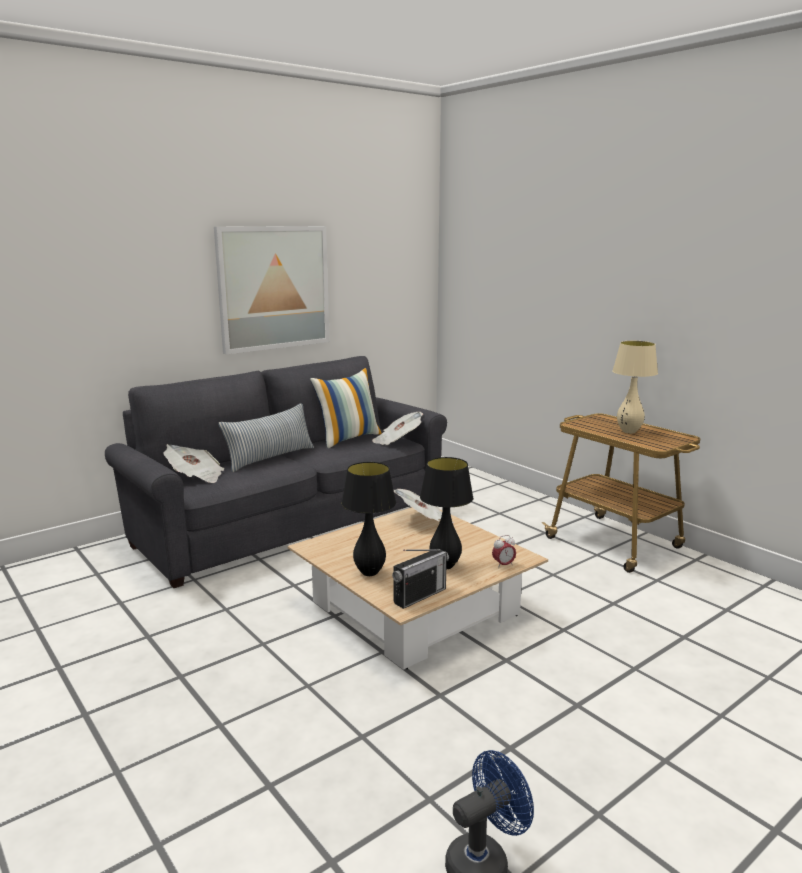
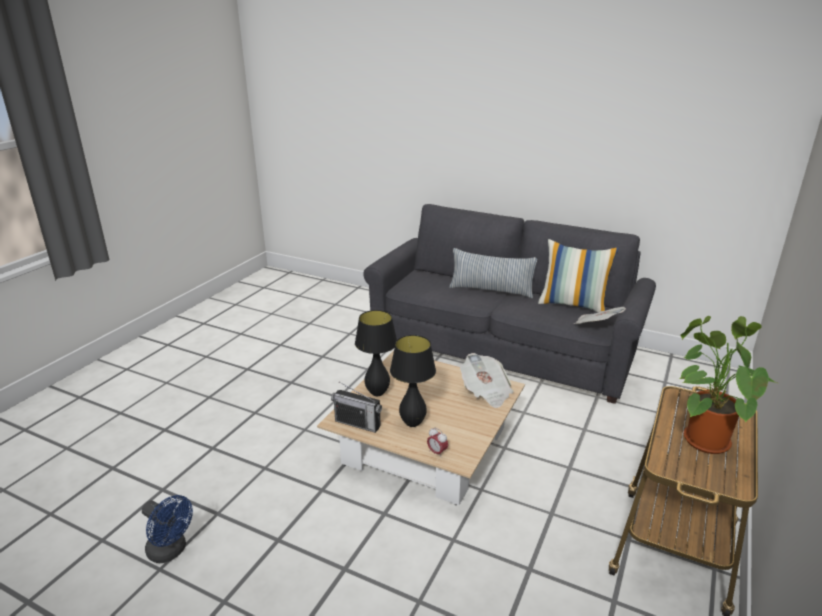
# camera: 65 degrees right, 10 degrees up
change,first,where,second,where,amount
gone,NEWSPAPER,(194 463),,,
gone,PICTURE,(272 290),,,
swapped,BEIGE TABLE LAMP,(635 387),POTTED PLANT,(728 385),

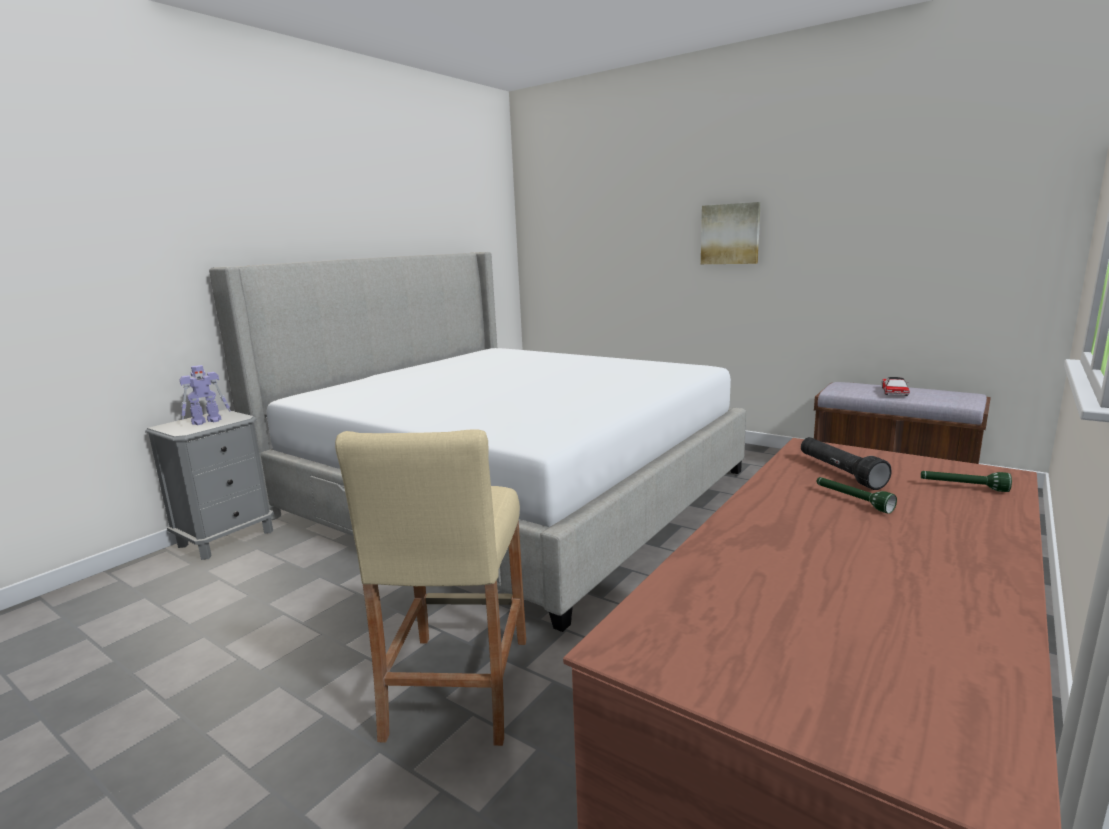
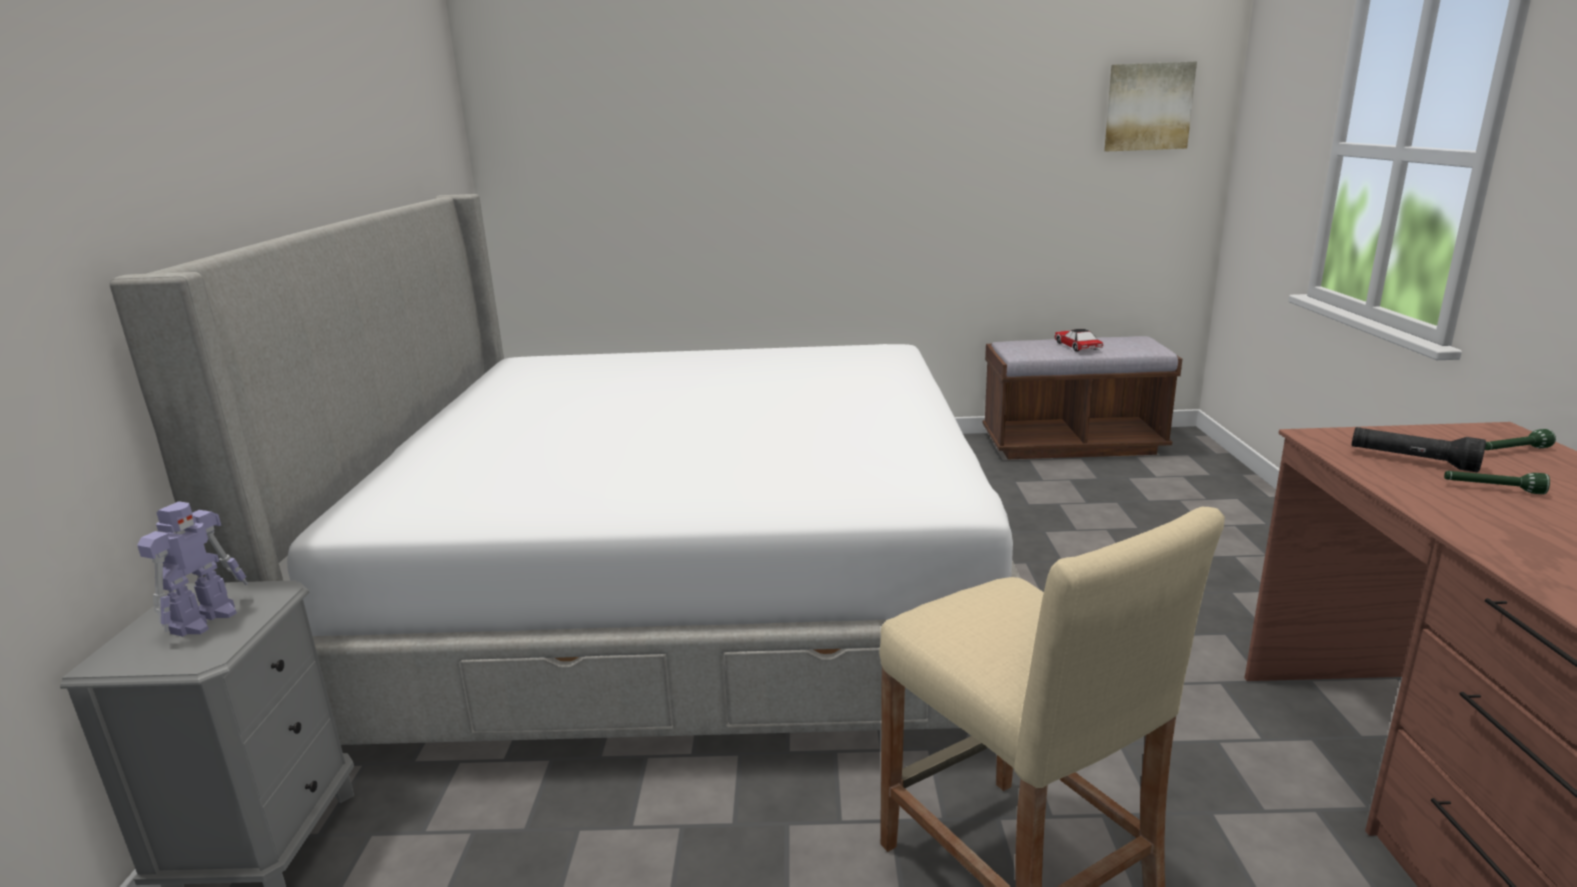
# camera: 35 degrees left, 5 degrees up
change,first,where,second,where,amount
shifted,PICTURE,(731 233),,(1150 106),

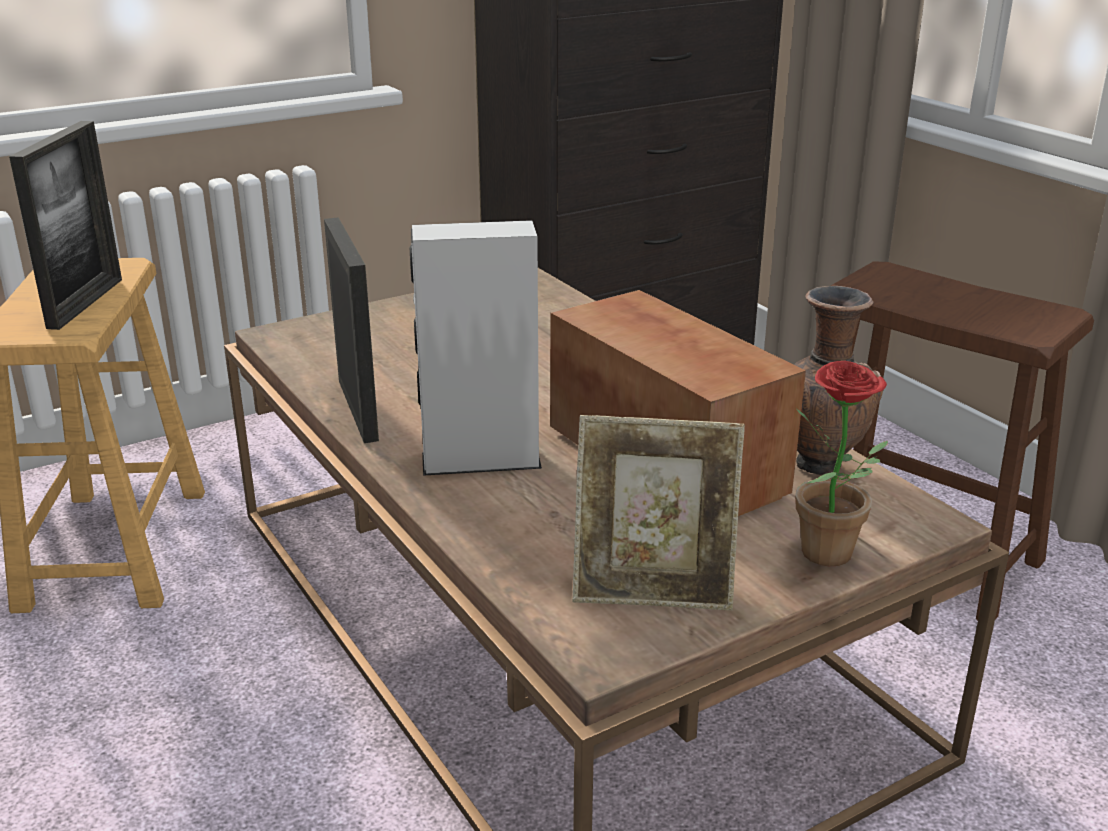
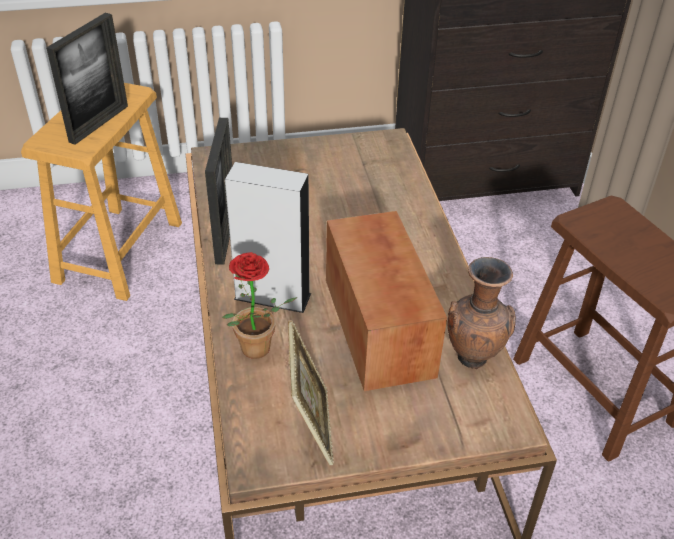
# camera: 20 degrees right, 15 degrees up
change,first,where,second,where,amount
rotated,PICTURE FRAME,(658 512),,(311 393),120 degrees counterclockwise
shifted,POTTED PLANT,(841 463),,(260 305),

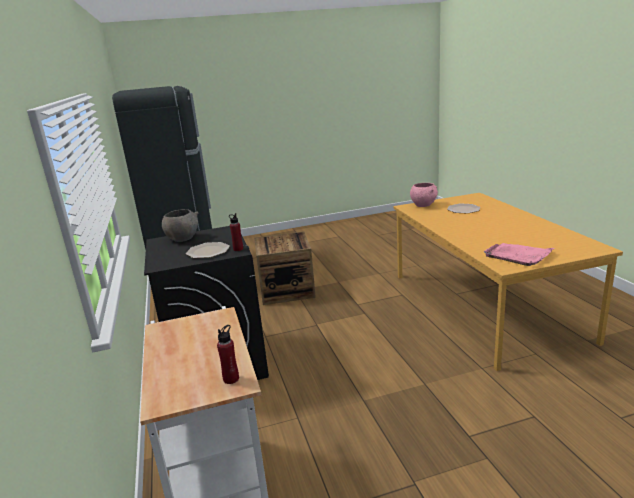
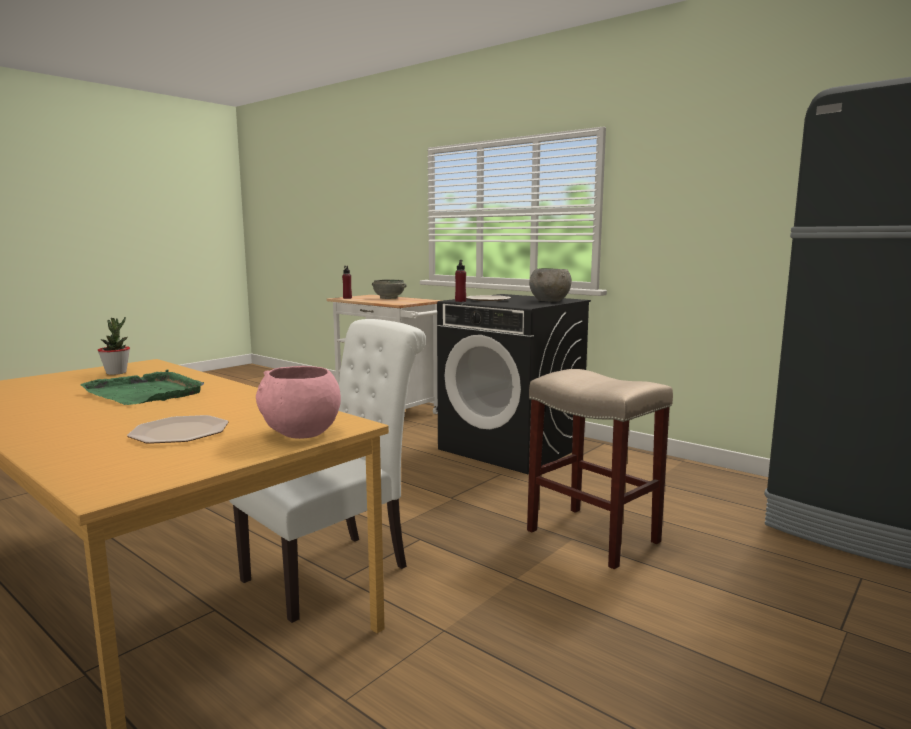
# camera: 145 degrees right, 10 degrees down
change,first,where,second,where,amount
swapped,CRATE,(285 268),BEIGE STOOL,(600 469),
swapped,PINK TRAY,(519 254),POTTED PLANT,(114 346),
new,,,GREEN TRAY,(142 387),
new,,,WHITE CHAIR,(327 471),
new,,,GREY BOWL,(389 289),

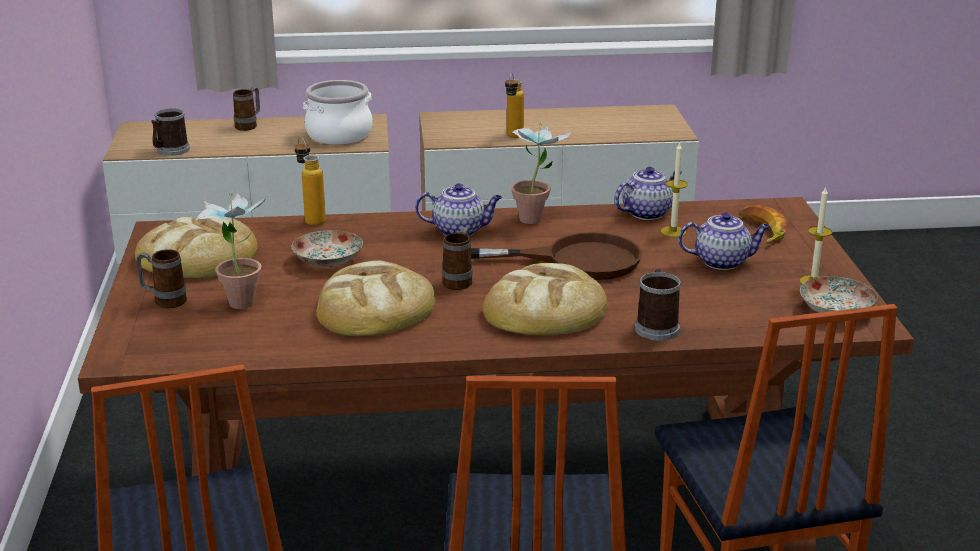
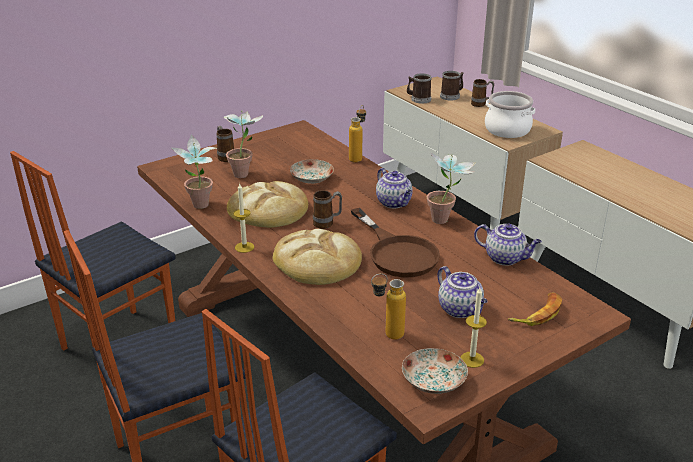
# camera: 60 degrees right, 5 degrees up
change,first,where,second,where,amount
gone,BREAD,(196 248),,,
shifted,BOTTLE,(514 106),,(388 306),
shifted,MUG,(658 305),,(451 85),
shifted,CANDLE,(674 189),,(243 218),
new,,,POTTED PLANT,(195 172),

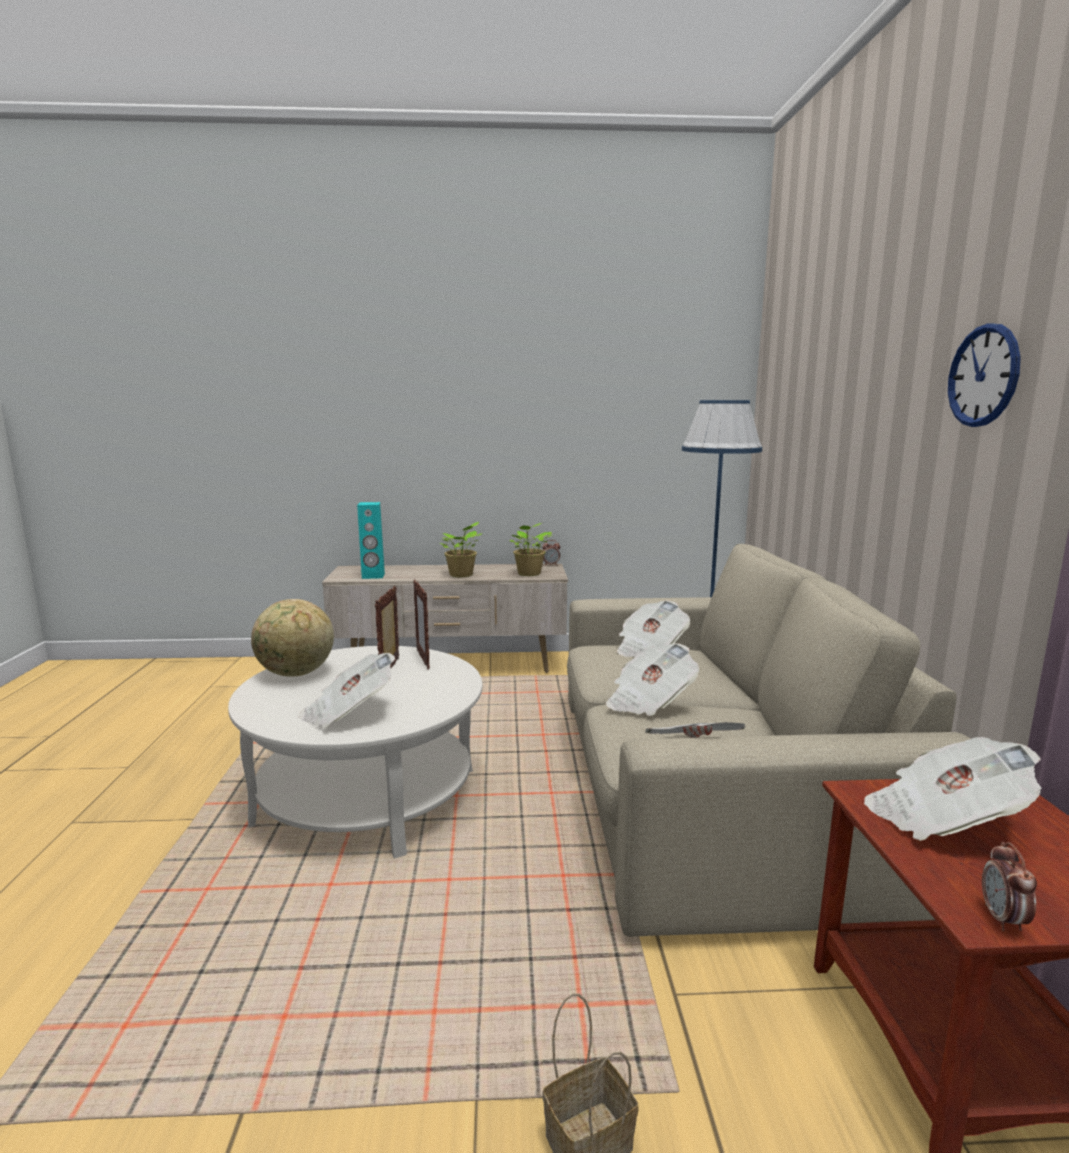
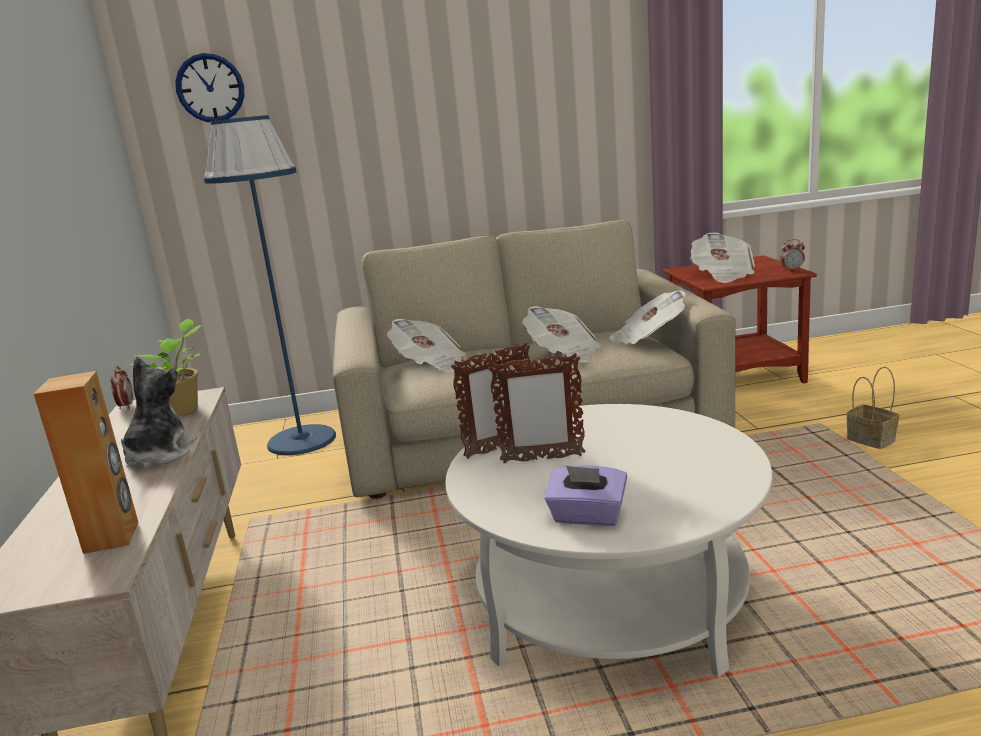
# camera: 95 degrees left, 5 degrees up
change,first,where,second,where,amount
swapped,GLOBE,(292 638),PURPLE TISSUE BOX,(586 495),
gone,NEWSPAPER,(346 690),,,
repainted,TURQUOISE SPEAKER,(371 540),BROWN SPEAKER,(86 462),
swapped,POTTED PLANT,(461 549),PLUSH TOY,(159 411),
shifted,WALL CLOCK,(984 375),,(209 87),

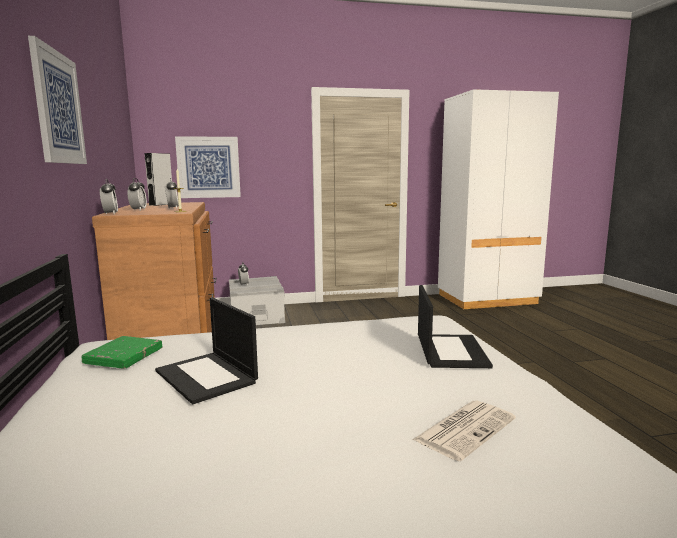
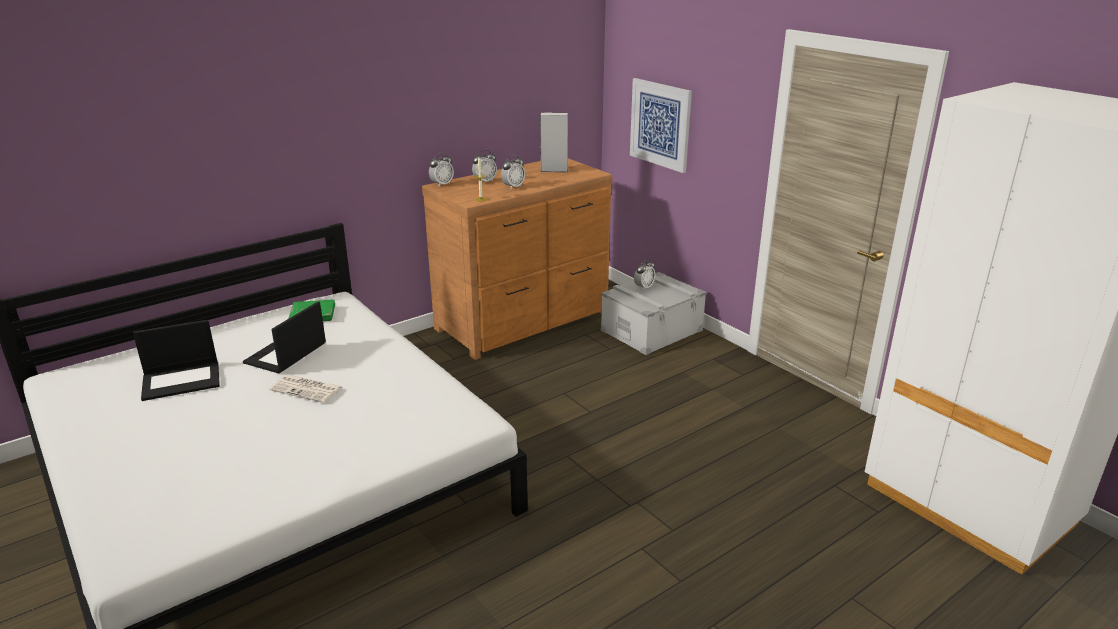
# camera: 65 degrees right, 15 degrees up
change,first,where,second,where,amount
gone,PICTURE,(57 100),,,
shifted,NEWSPAPER,(464 430),,(306 389),
shifted,LAPTOP,(455 326),,(176 360),

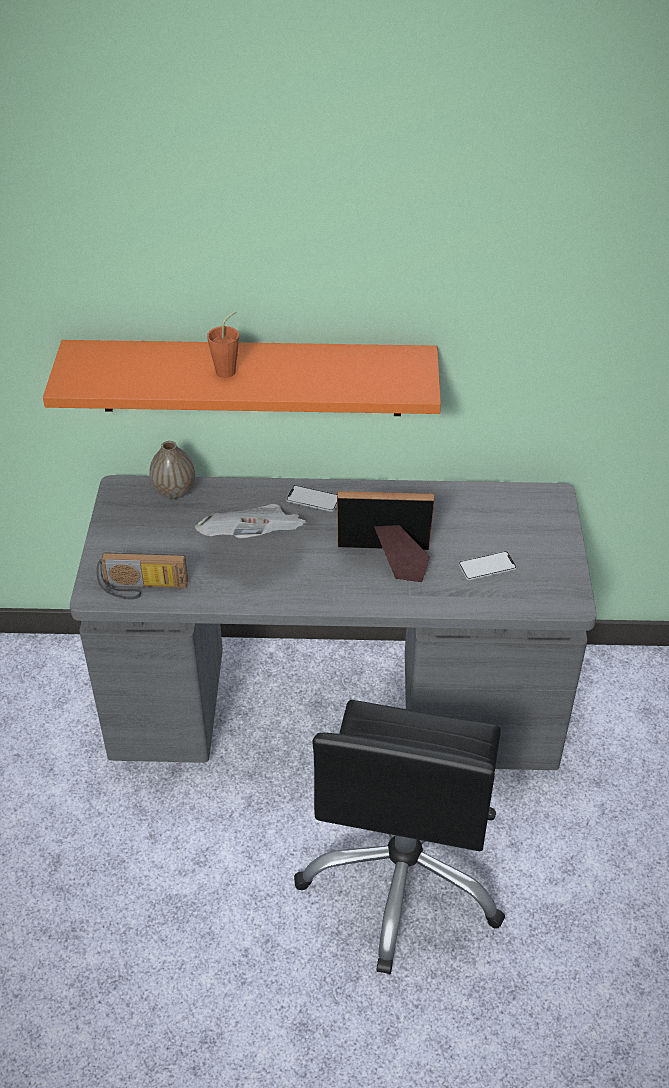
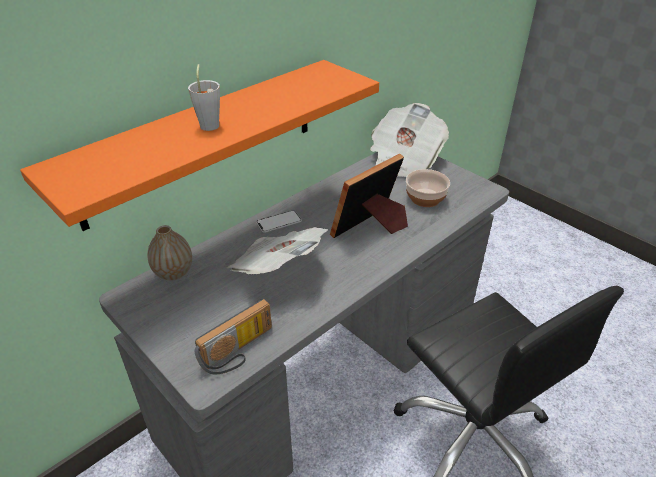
# camera: 45 degrees left, 5 degrees down
change,first,where,second,where,amount
repainted,ORANGE CUP,(223 344),GREY CUP,(204 97),
swapped,PHONE,(487 565),BOWL,(428 188),
new,,,NEWSPAPER,(409 140),

